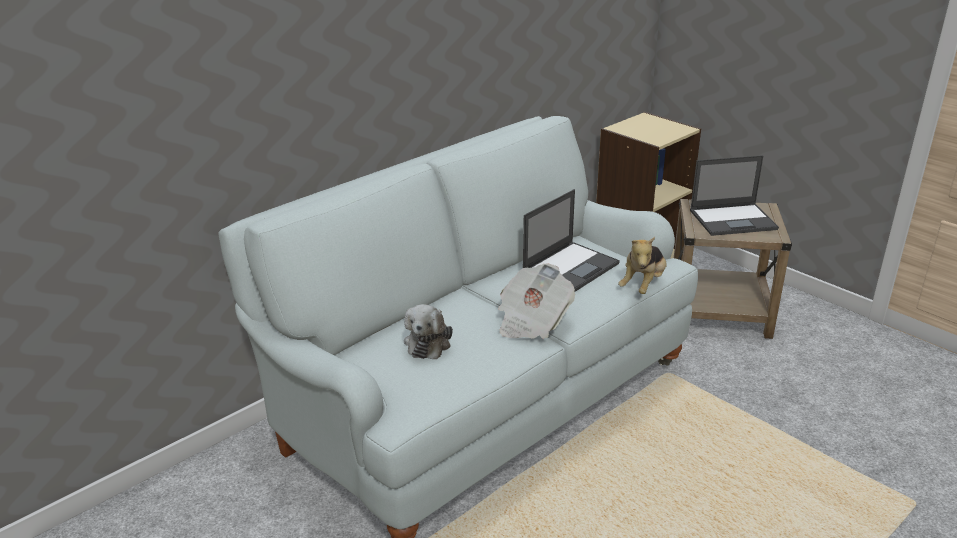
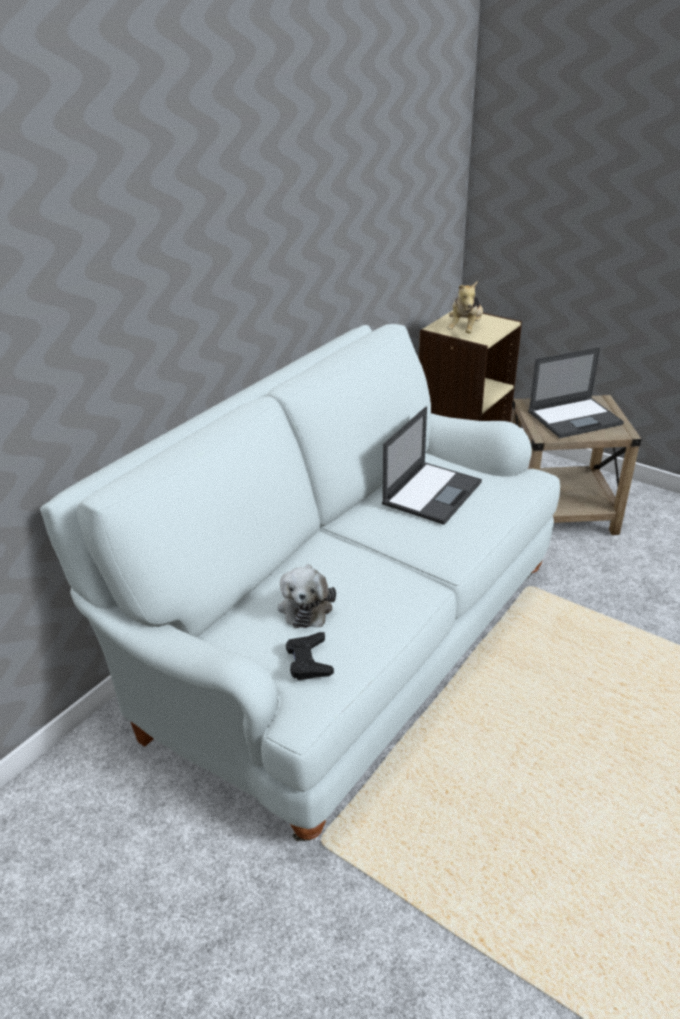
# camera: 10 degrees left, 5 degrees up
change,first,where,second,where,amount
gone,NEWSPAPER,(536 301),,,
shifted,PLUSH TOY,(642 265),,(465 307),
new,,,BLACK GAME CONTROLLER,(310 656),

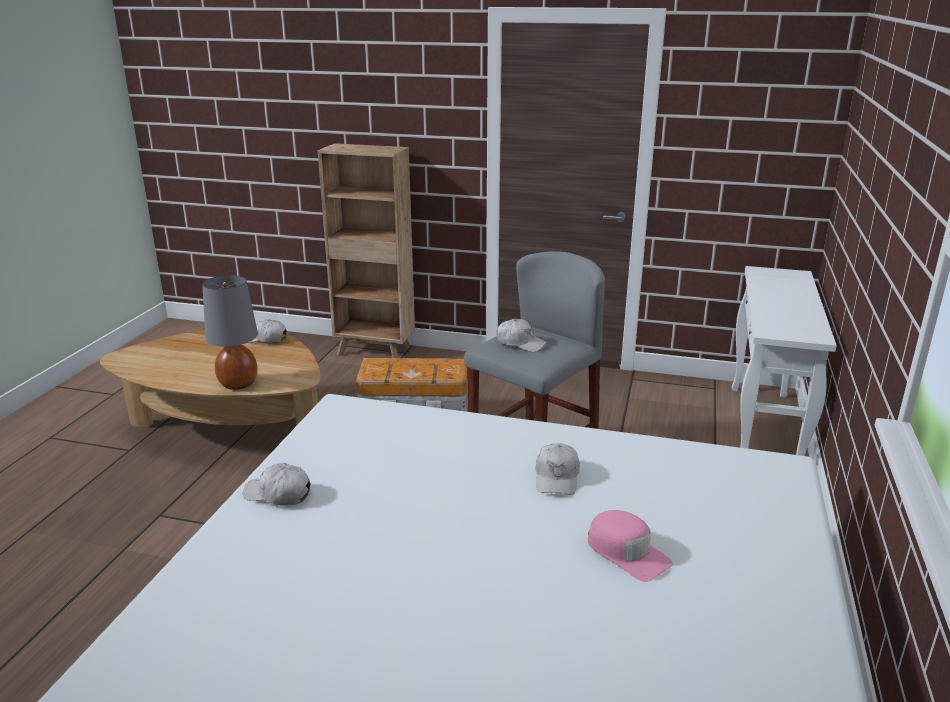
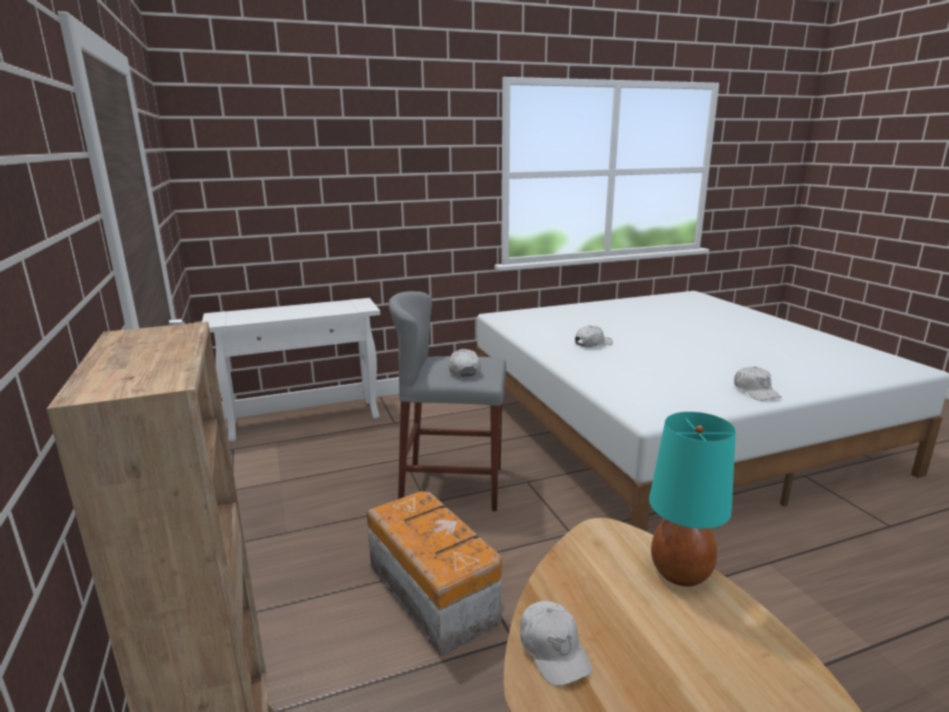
# camera: 125 degrees left, 5 degrees down
change,first,where,second,where,amount
repainted,GREY TABLE LAMP,(230 332),TURQUOISE TABLE LAMP,(692 499),
gone,PINK CAP,(630 546),,,

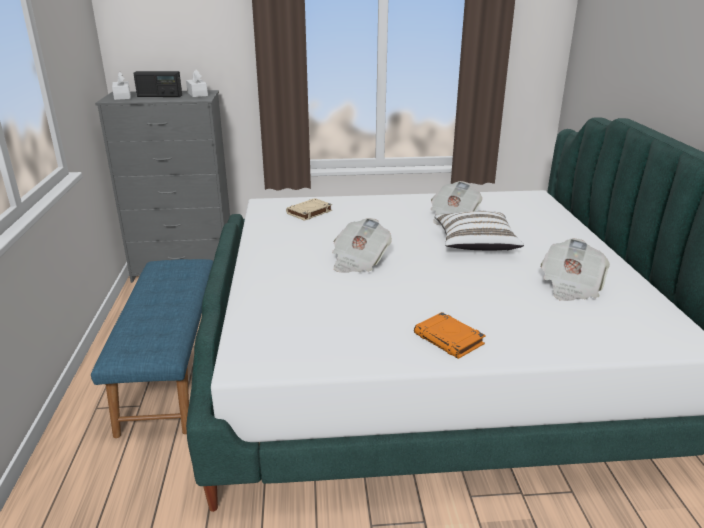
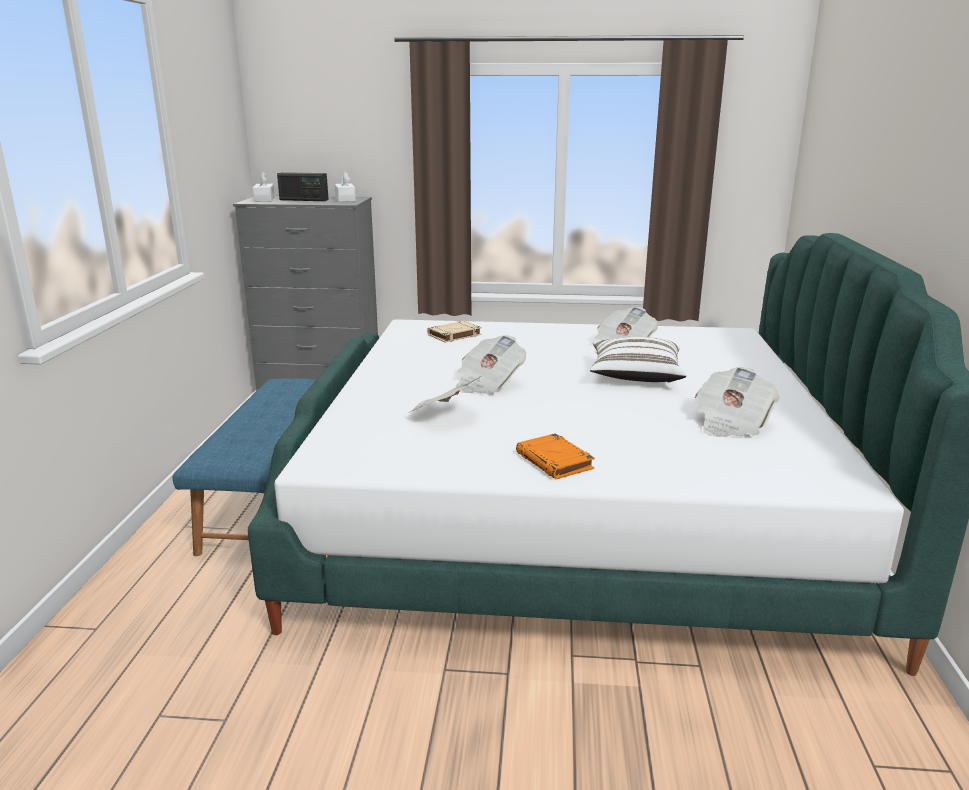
# camera: 10 degrees right, 5 degrees down
change,first,where,second,where,amount
new,,,NEWSPAPER,(445 394),

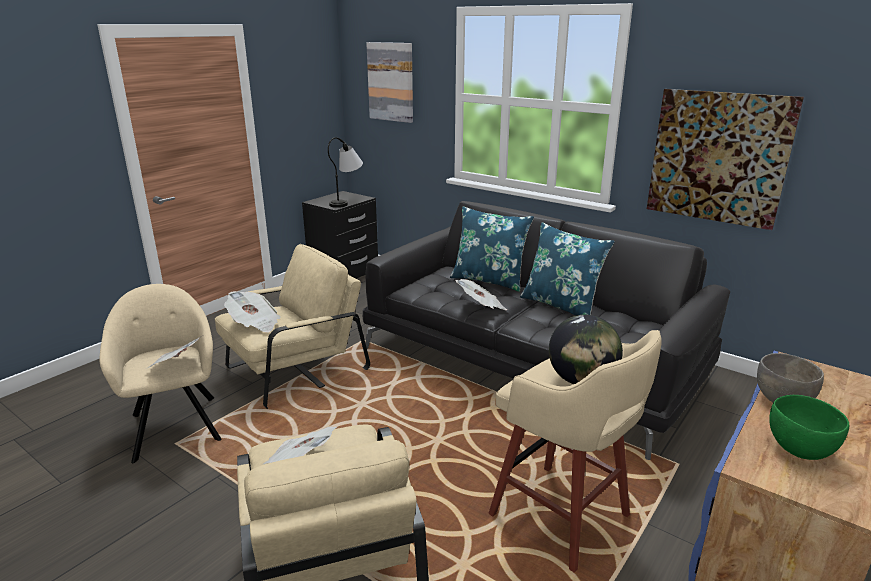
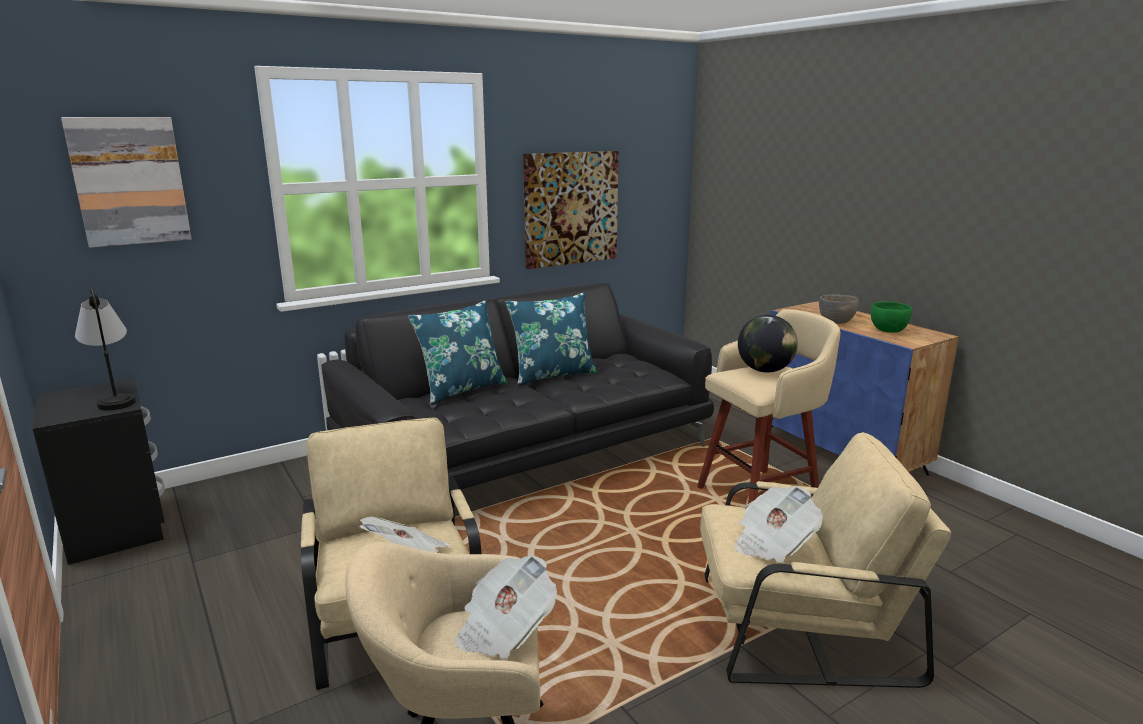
# camera: 70 degrees left, 5 degrees down
change,first,where,second,where,amount
gone,NEWSPAPER,(481 294),,,

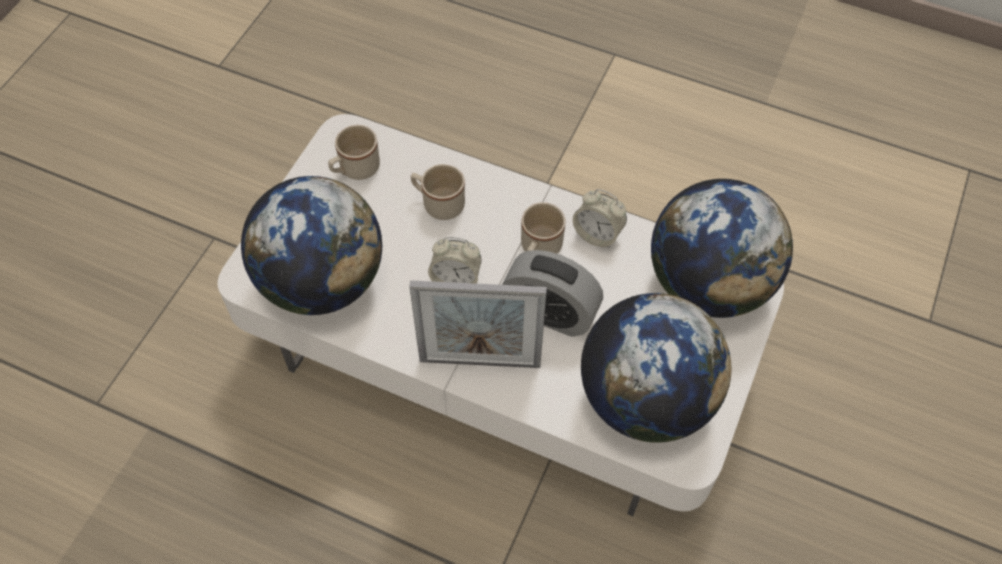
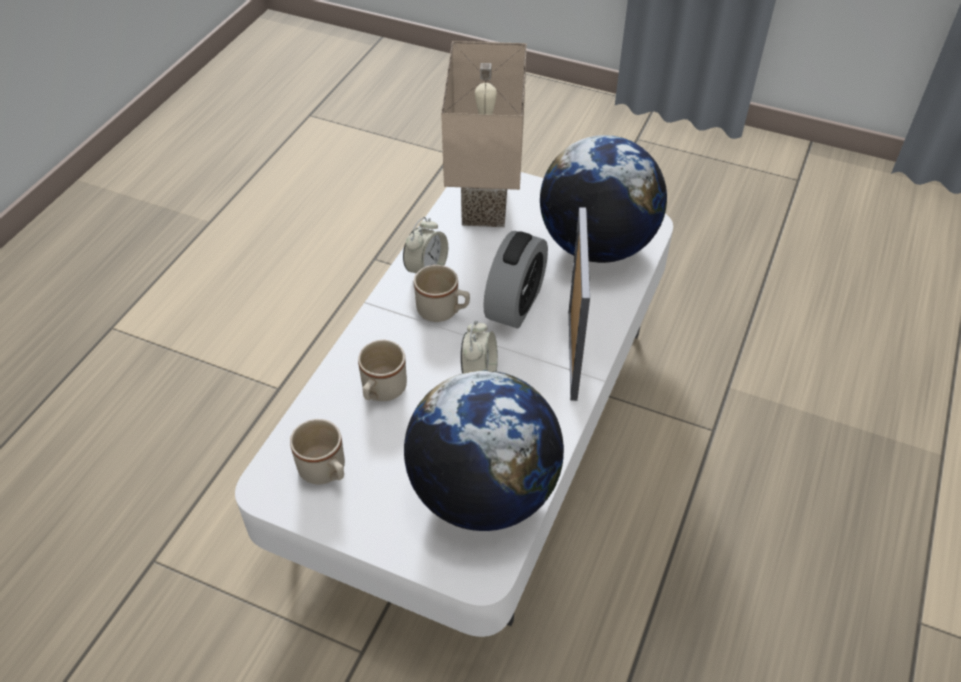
# camera: 90 degrees left, 10 degrees down
change,first,where,second,where,amount
swapped,GLOBE,(722 248),BEIGE TABLE LAMP,(484 134),

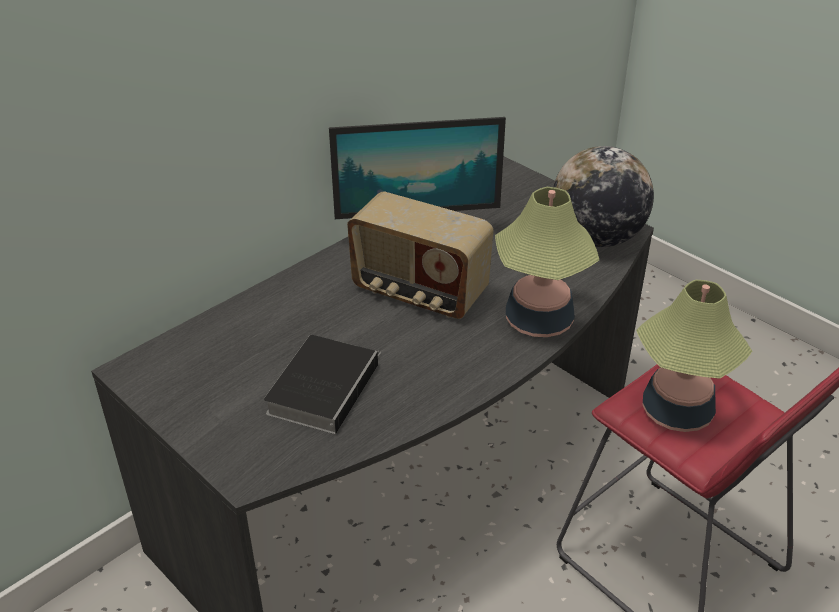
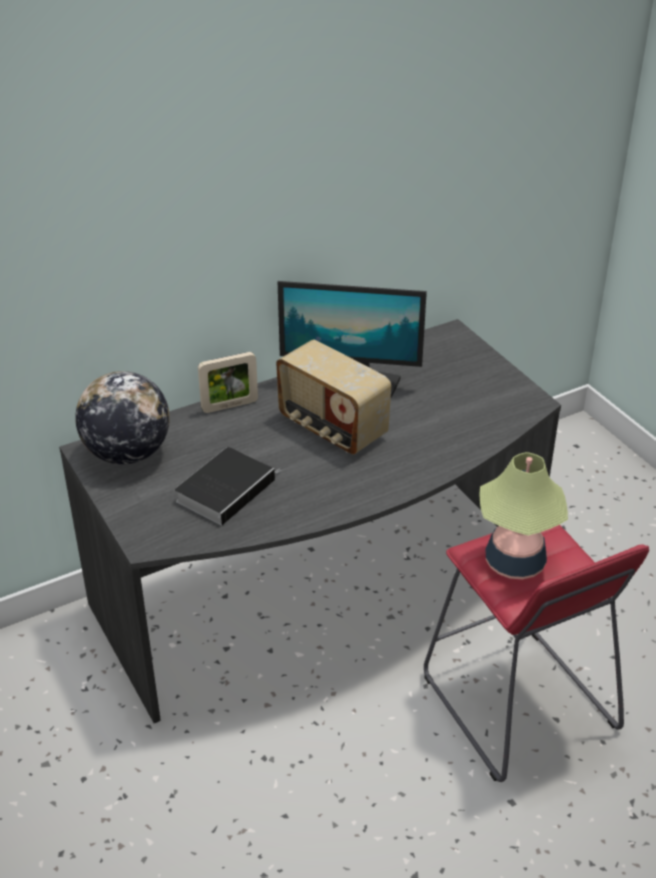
# camera: 15 degrees right, 0 degrees up
change,first,where,second,where,amount
gone,TABLE LAMP,(547 262),,,
shifted,GLOBE,(603 196),,(122 418),
new,,,PICTURE FRAME,(228 382),

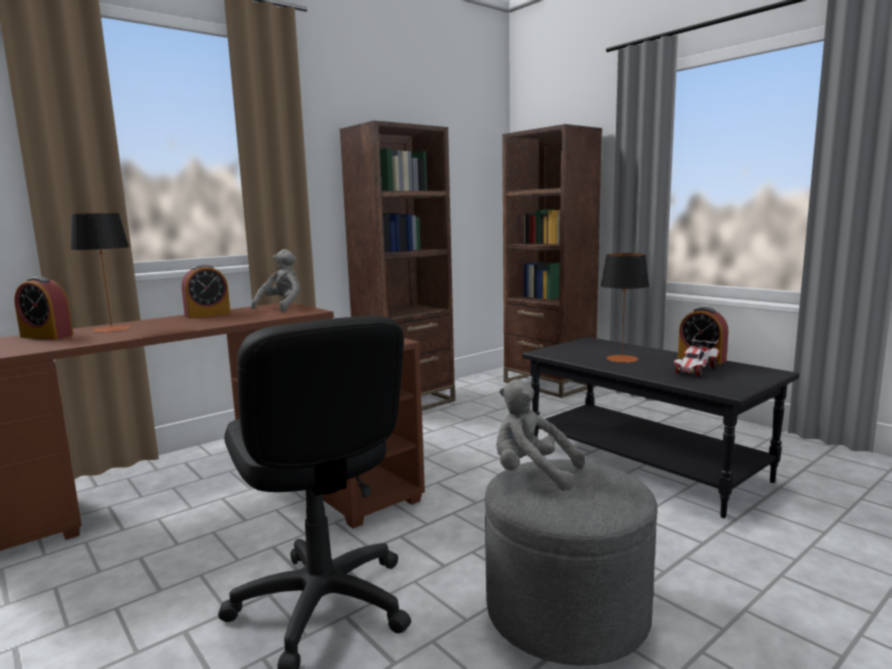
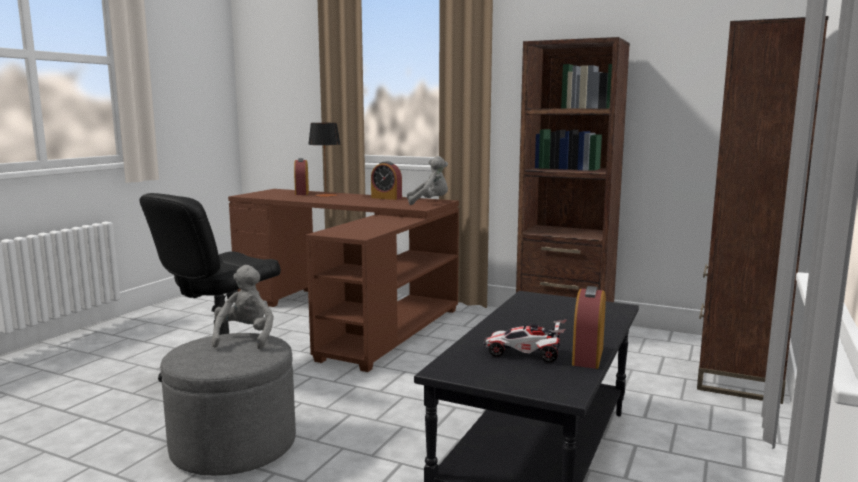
# camera: 65 degrees right, 0 degrees up
change,first,where,second,where,amount
gone,TABLE LAMP,(625 308),,,

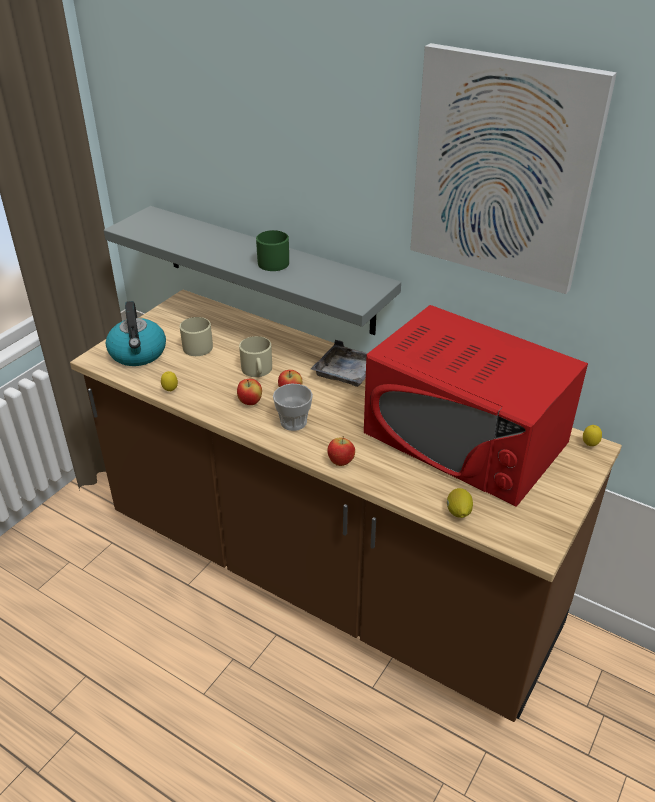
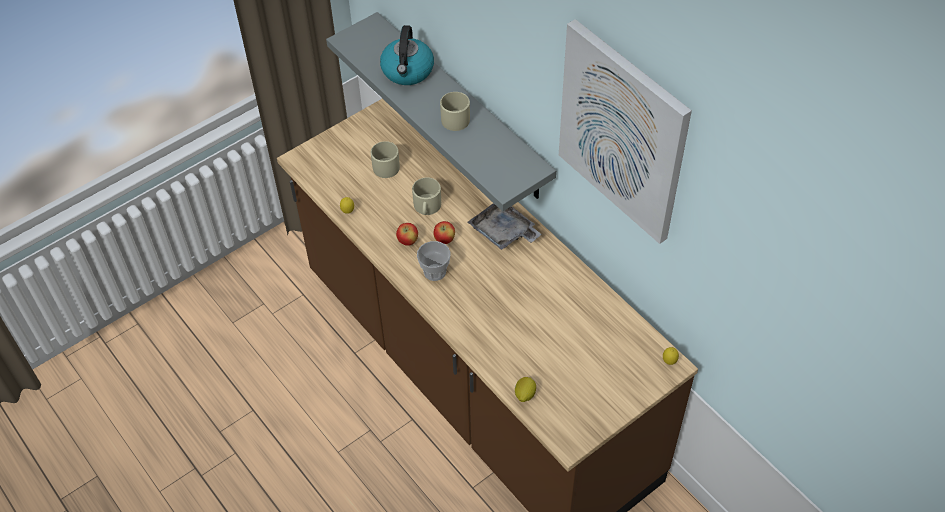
# camera: 20 degrees right, 15 degrees up
change,first,where,second,where,amount
shifted,KETTLE,(136 333),,(407 55),
repainted,GREEN MUG,(272 250),BEIGE MUG,(455 111),
gone,APPLE,(341 451),,,
gone,RED MICROWAVE,(476 406),,,

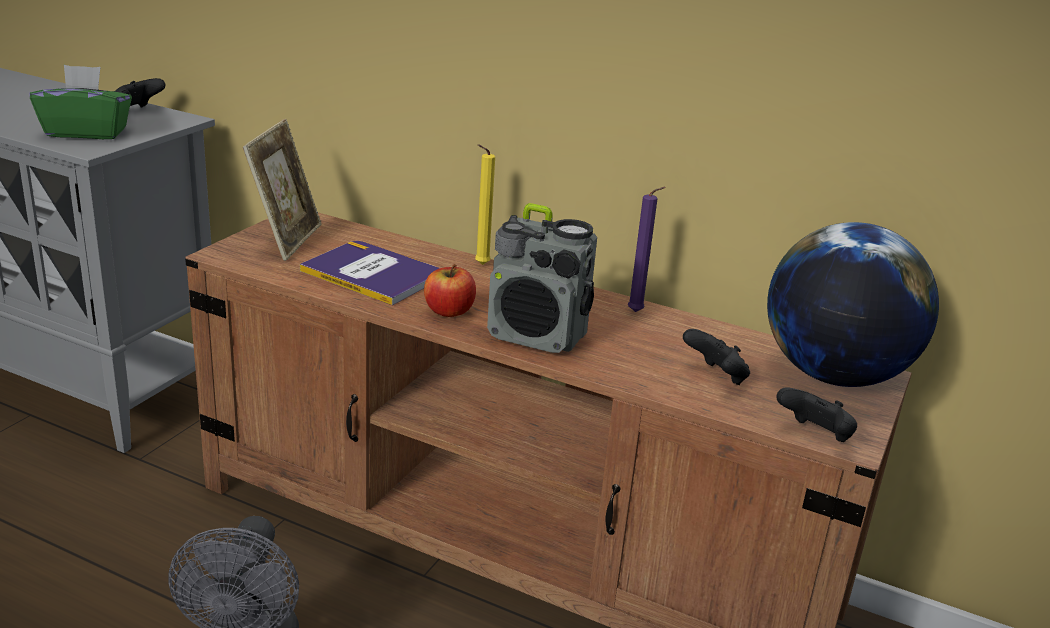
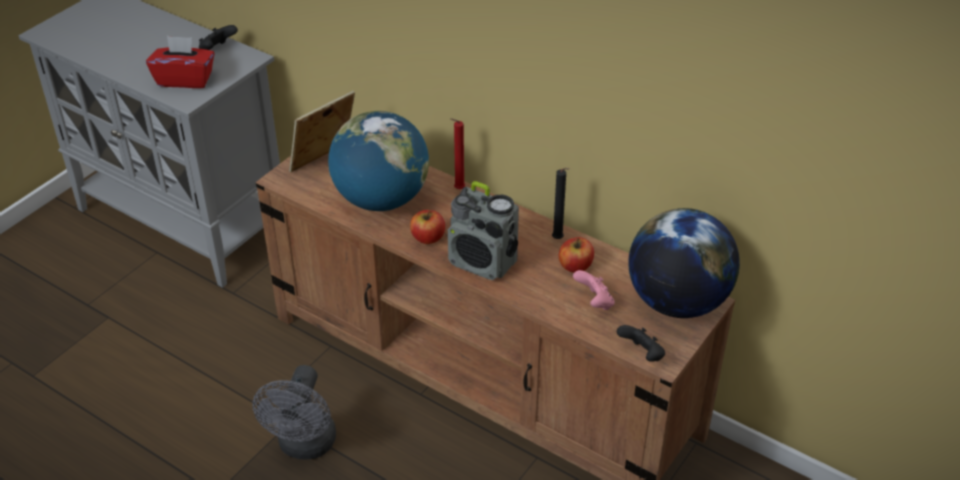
# camera: 10 degrees right, 15 degrees up
change,first,where,second,where,amount
repainted,GREEN TISSUE BOX,(81 102),RED TISSUE BOX,(180 62),
rotated,PICTURE FRAME,(282 190),,(322 131),150 degrees counterclockwise
swapped,BOOK,(370 273),GLOBE,(378 161),
repainted,YELLOW CANDLE,(485 204),RED CANDLE,(457 153),
repainted,PURPLE CANDLE,(647 249),BLACK CANDLE,(561 203),
repainted,BLACK GAME CONTROLLER,(716 357),PINK GAME CONTROLLER,(593 290),
new,,,APPLE,(576 255),

